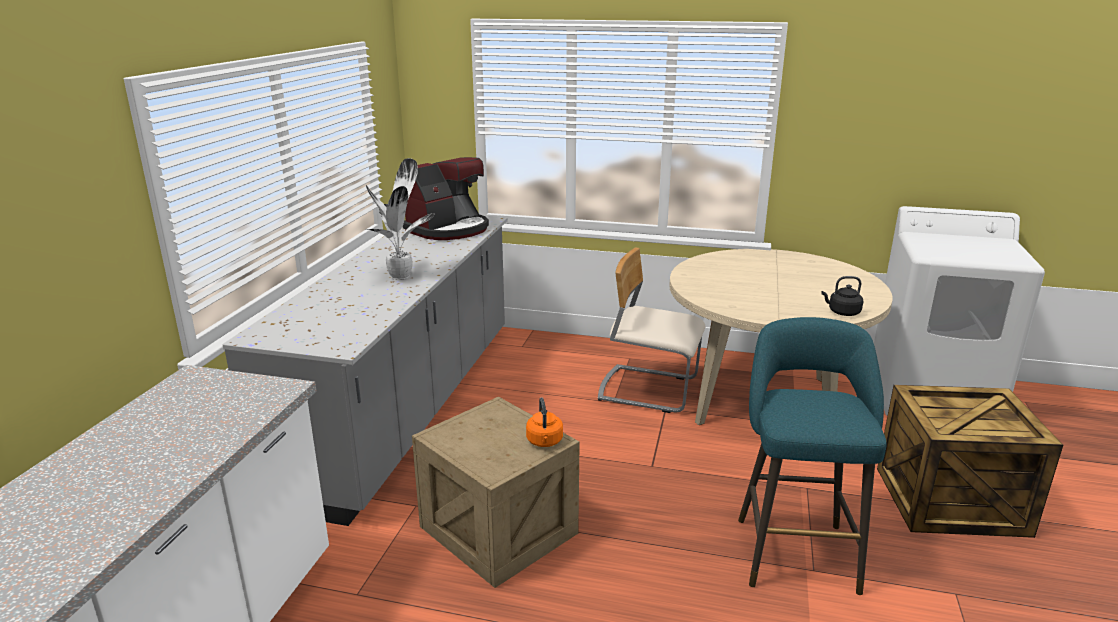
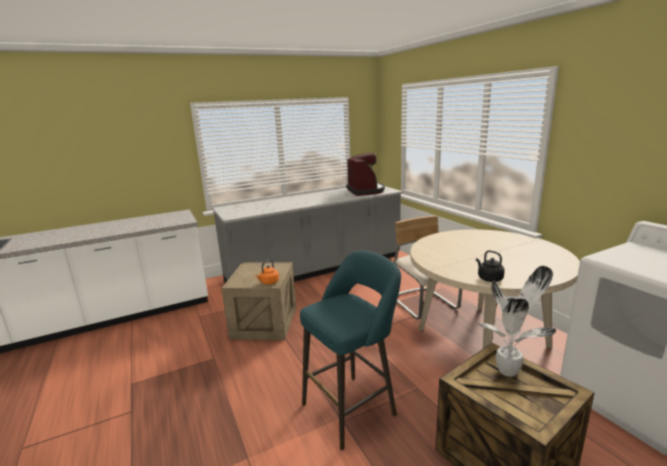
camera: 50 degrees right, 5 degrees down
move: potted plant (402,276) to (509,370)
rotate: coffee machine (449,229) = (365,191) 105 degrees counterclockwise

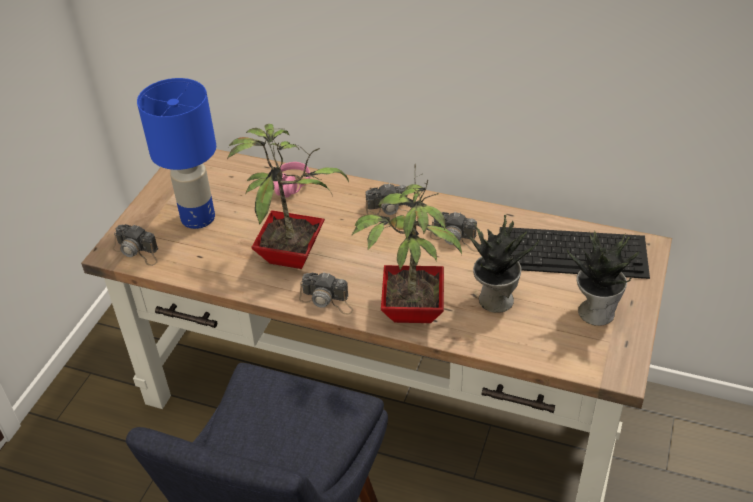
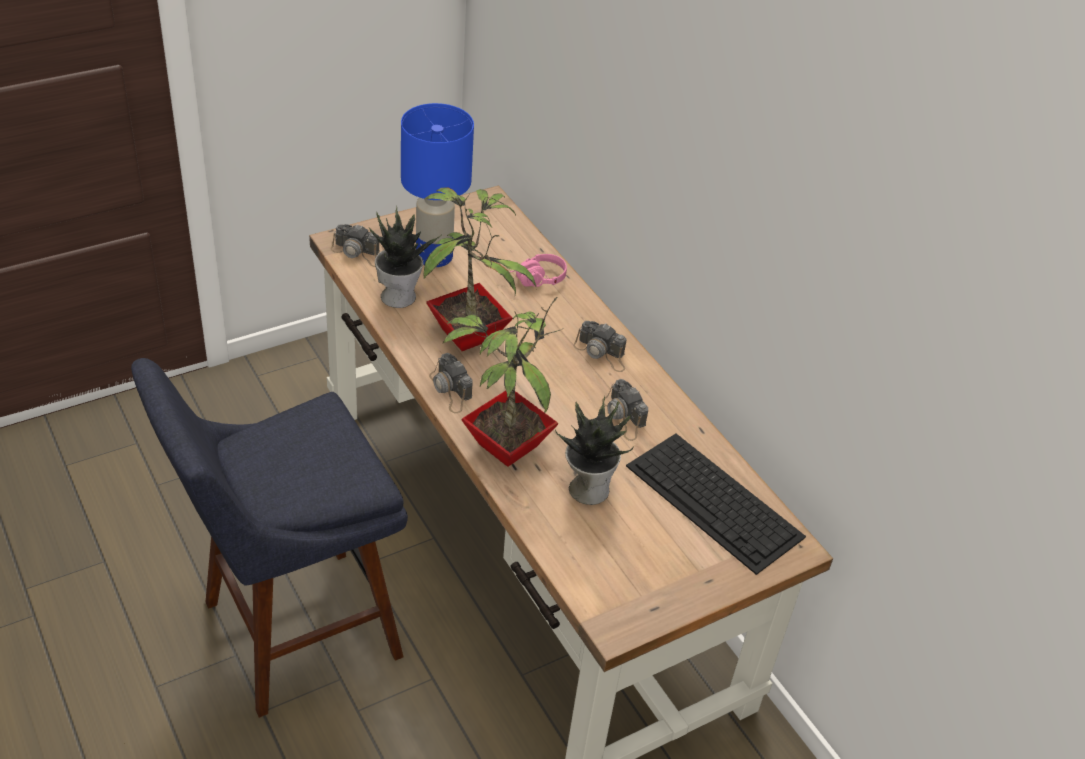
camera: 35 degrees right, 0 degrees up
move: potted plant (595,311) to (399,295)
rotate: photo camera (137,251) = (358,253) 45 degrees counterclockwise

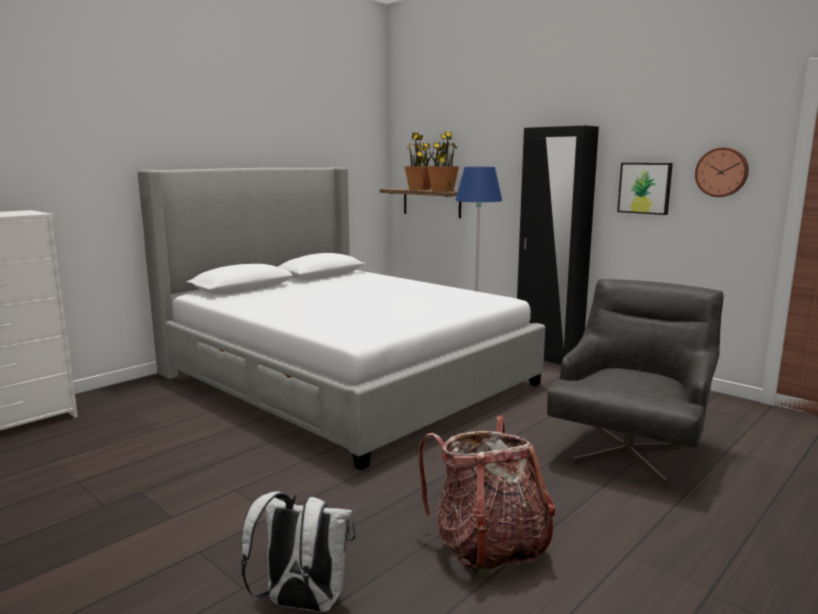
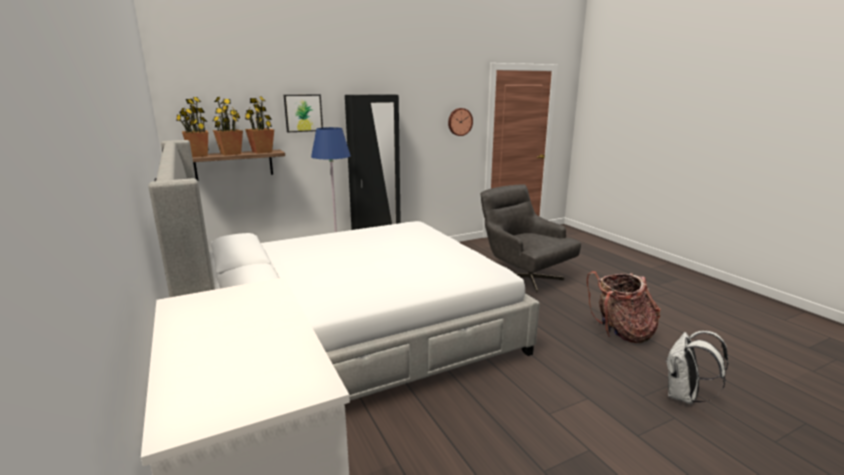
camera: 70 degrees left, 5 degrees up
insert: potted plant (198,155)
move: picture (645,188) to (303,113)

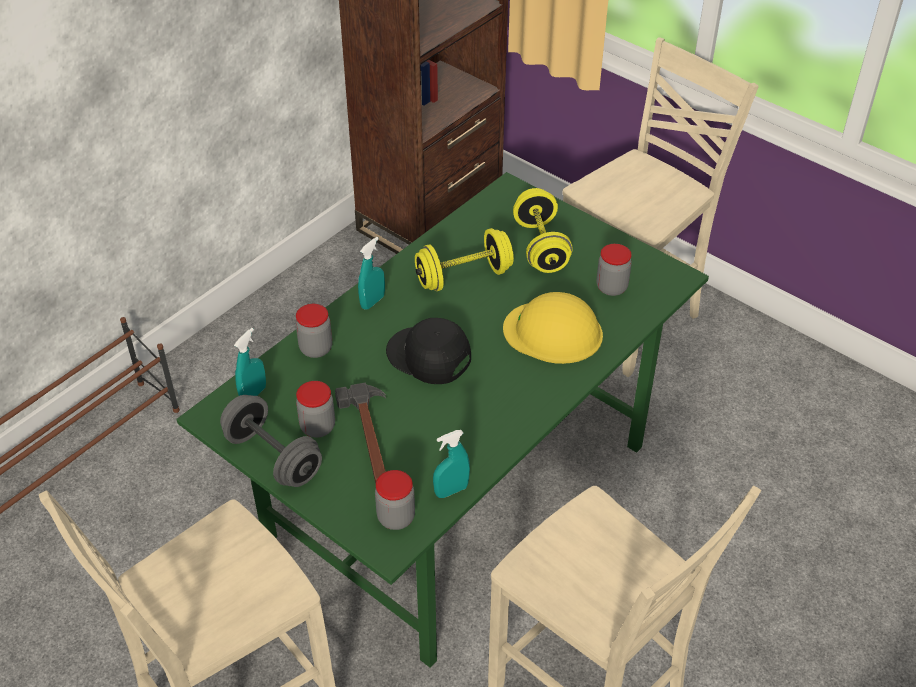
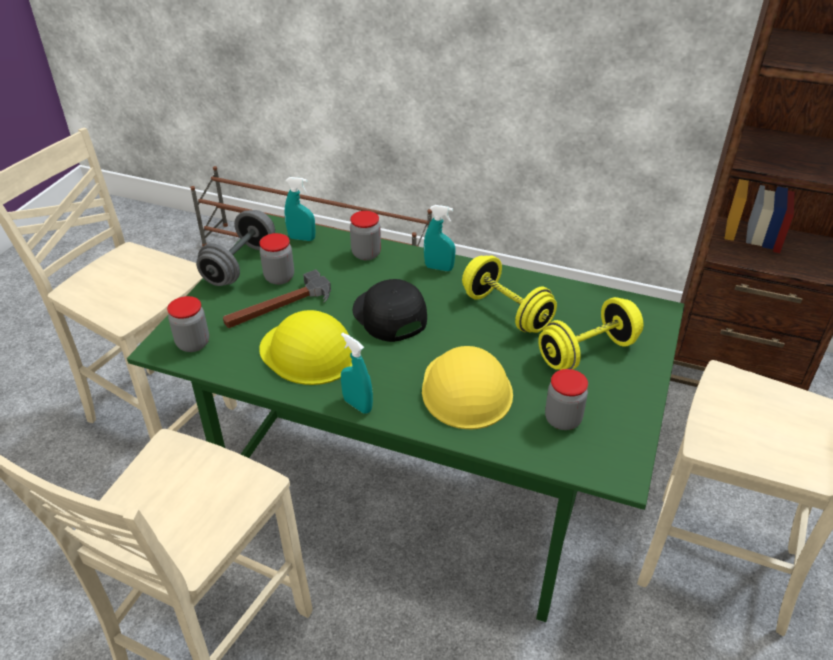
camera: 70 degrees right, 5 degrees down
insert: yellow hard hat (309,352)
move: turquoise spray bottle (451,490) to (357,405)
rotate: black cap (428,356) = (388,315) 45 degrees counterclockwise

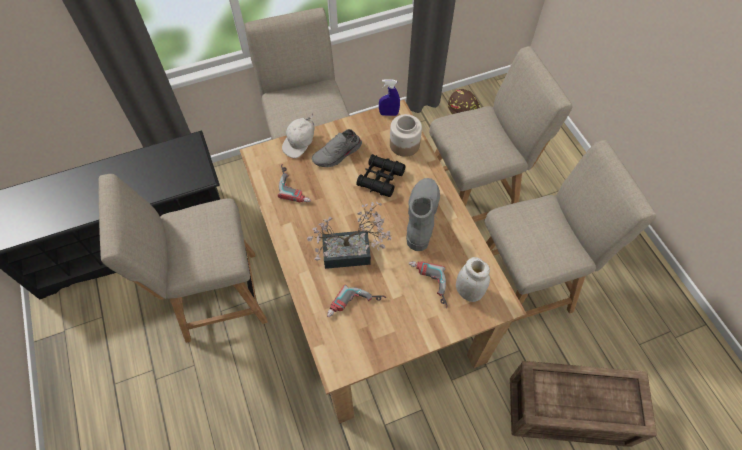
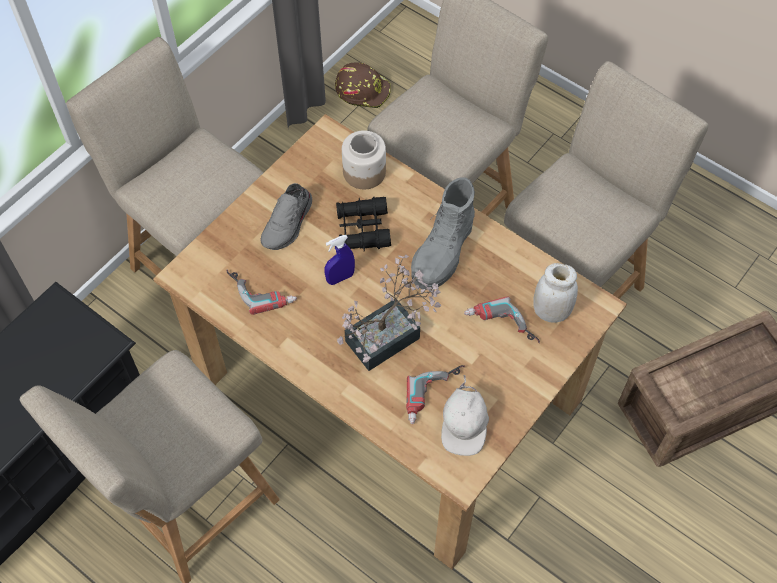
camera: 30 degrees left, 0 degrees up
move: blue spray bottle (388,114) to (340,278); white cap (300,143) to (464,426)
rotate: grey boot (421,218) = (443,253) 135 degrees counterclockwise

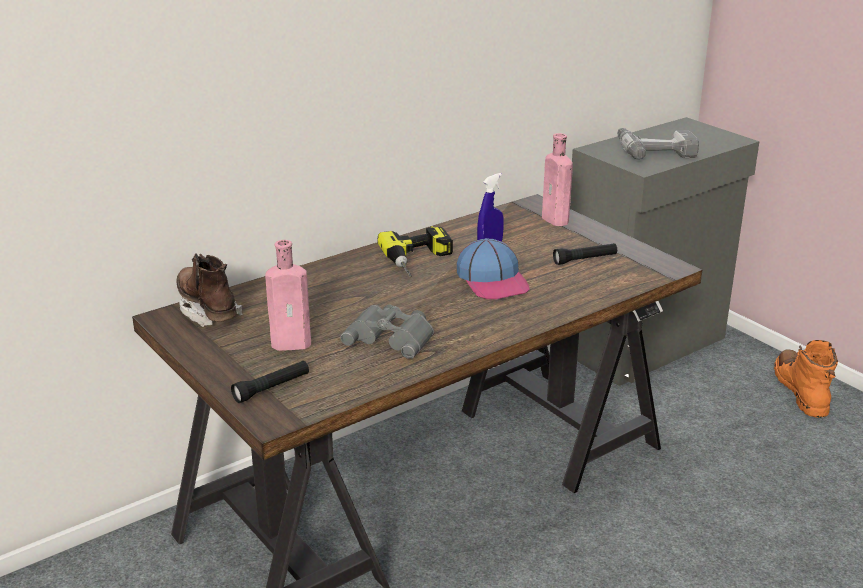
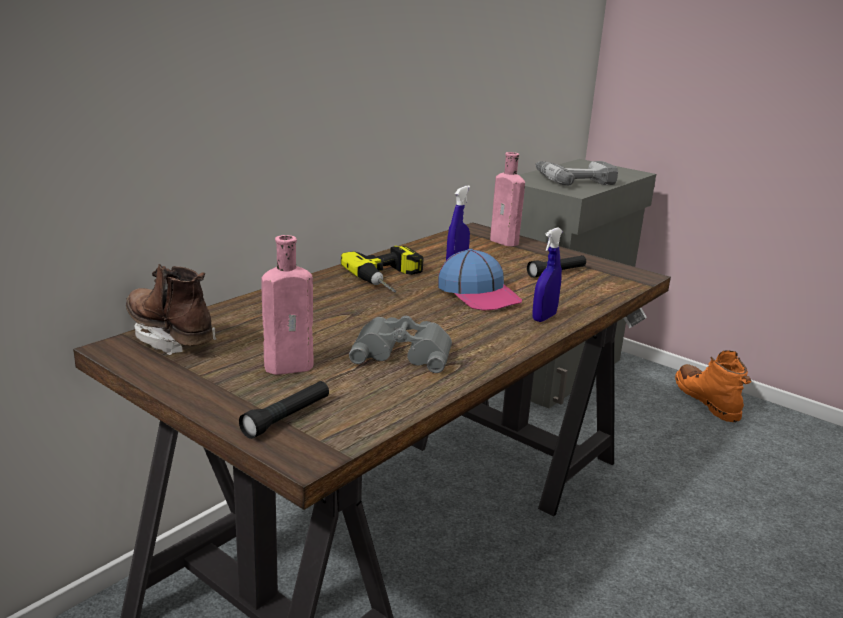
camera: 15 degrees left, 5 degrees down
insert: blue spray bottle (544,317)

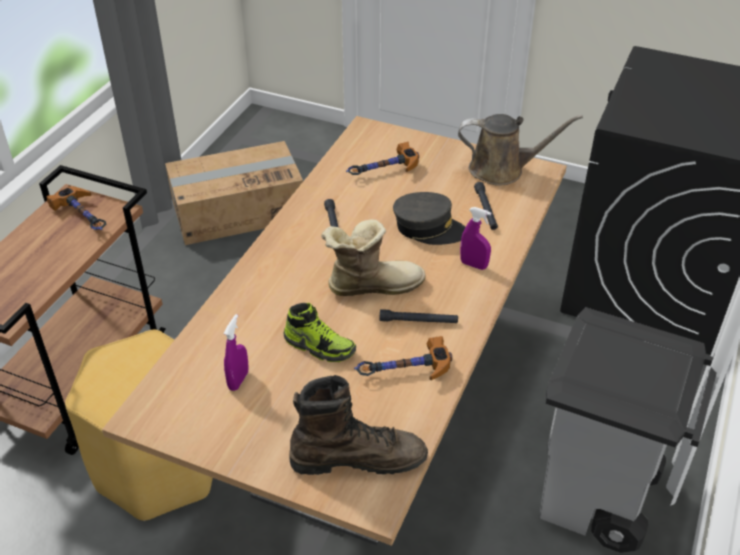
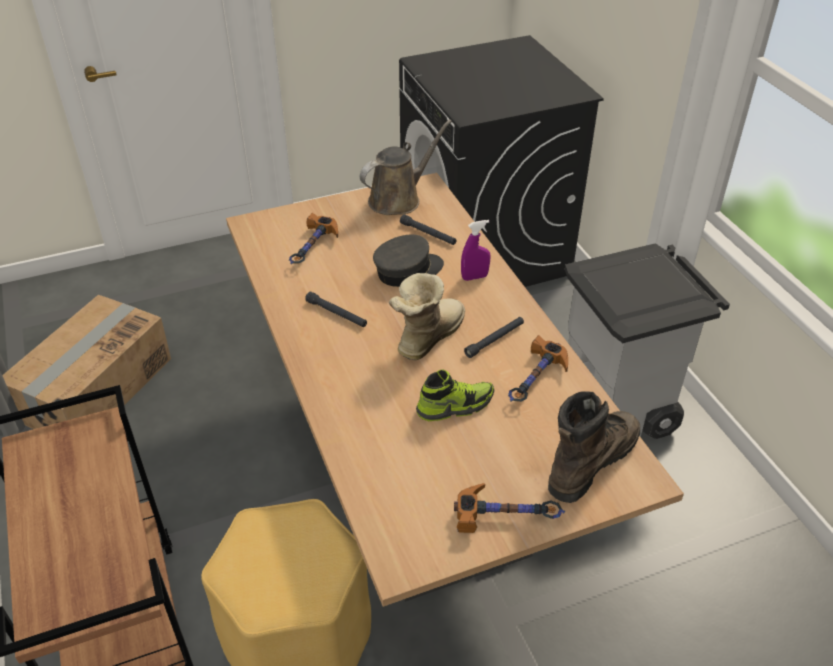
camera: 45 degrees left, 0 degrees up
delete: purple spray bottle (238,380)
move: hammer (85,218) to (508,515)

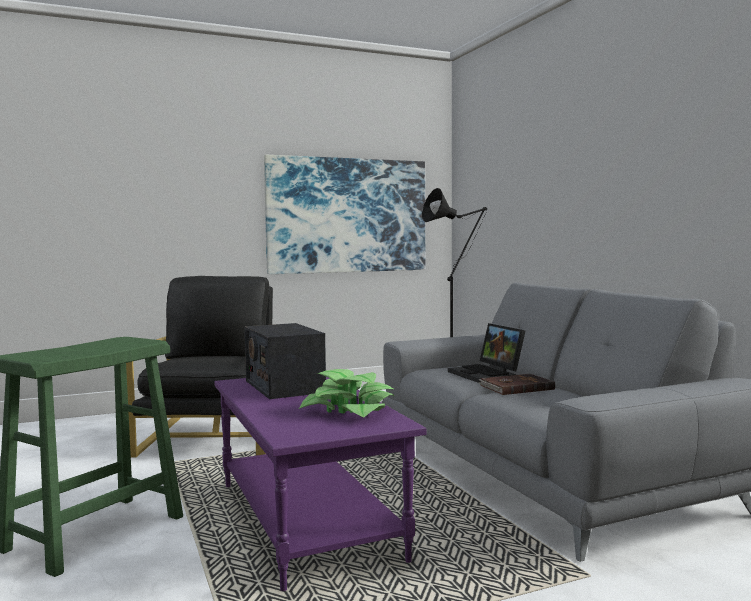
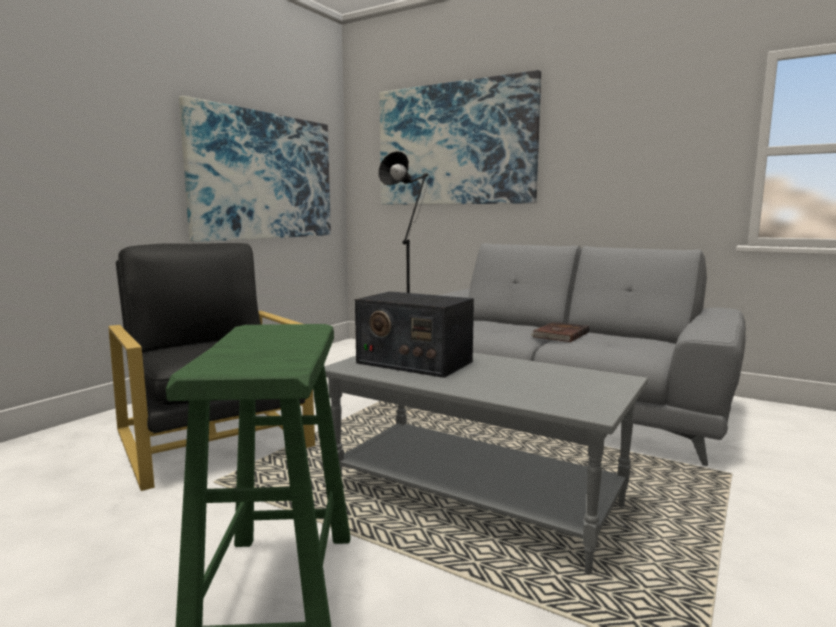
camera: 35 degrees left, 5 degrees up
delete: laptop (488,374); potted plant (349,410)
insert: picture (455,144)
recolor: purple coffee table (308,520) to grey coffee table (477,498)

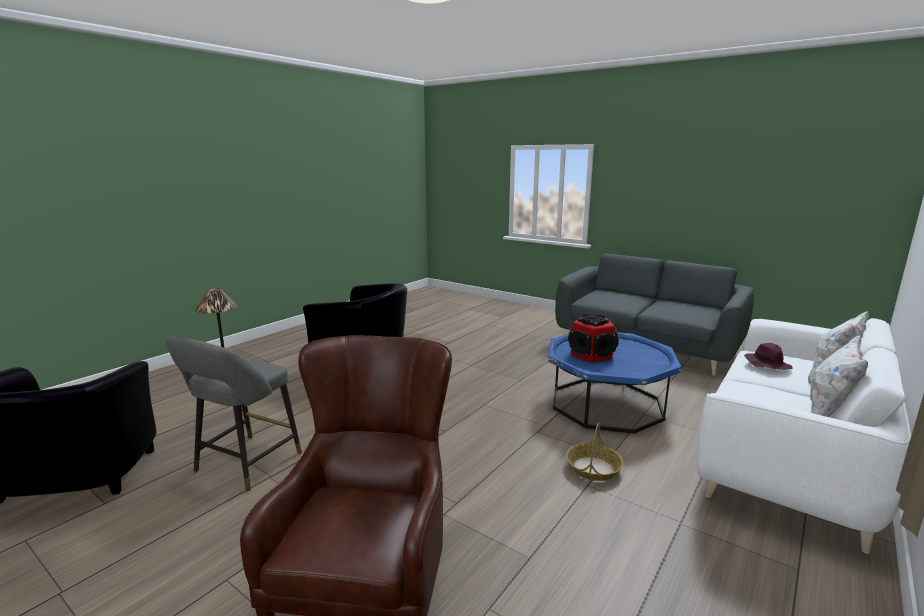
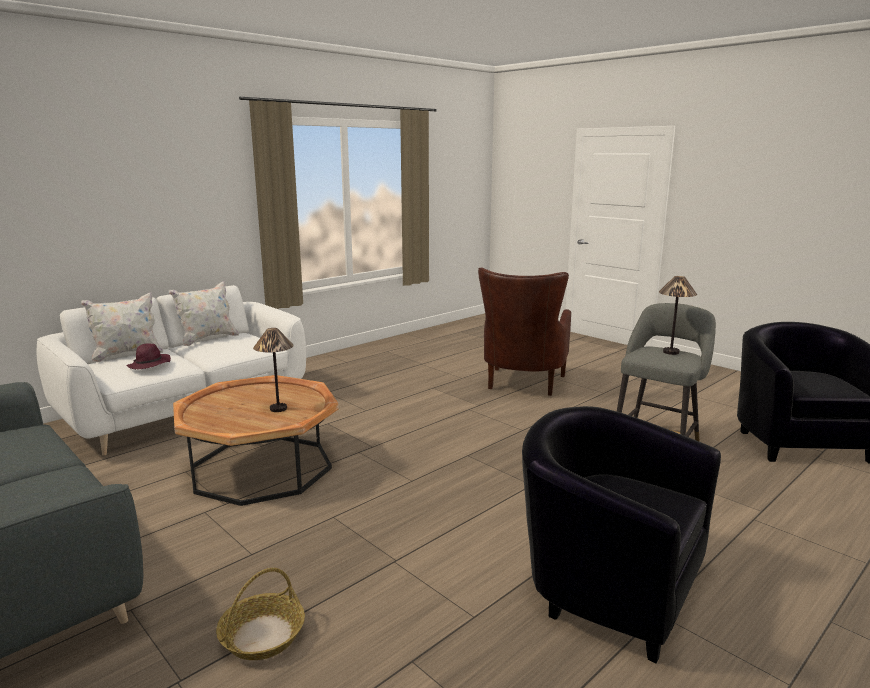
camera: 170 degrees left, 0 degrees up
move: basket (593,468) to (262,635)
replace: speaker (592,355) to table lamp (278,409)
recolor: blue coffee table (606,404) to brown coffee table (261,468)

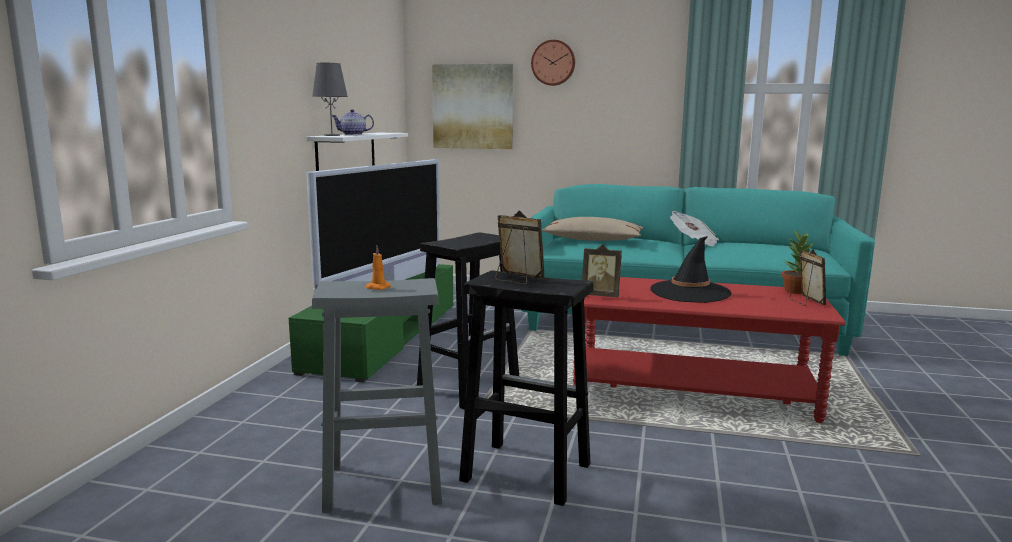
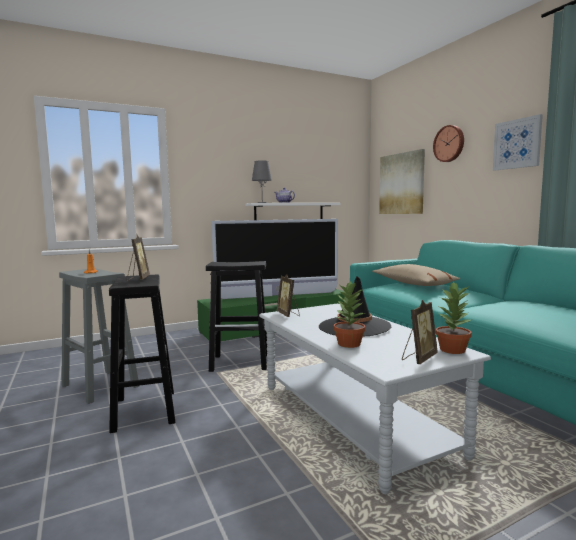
camera: 50 degrees right, 5 degrees down
delete: newspaper (694,242)
insert: picture (517,144); potted plant (348,344)
recolor: red coffee table (693,390) to grey coffee table (353,419)

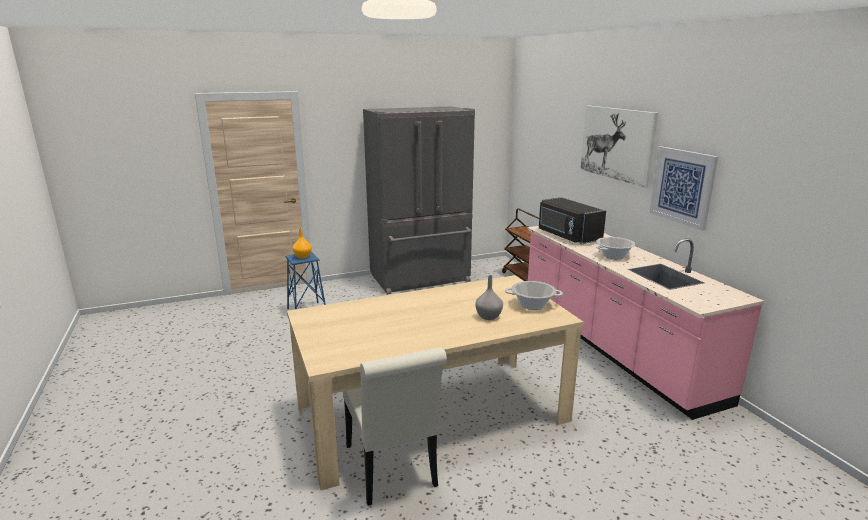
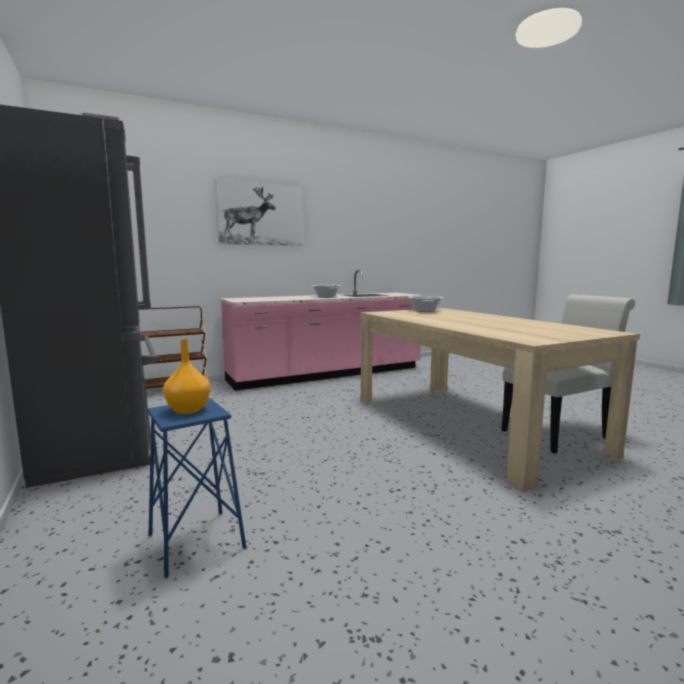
camera: 95 degrees left, 10 degrees down
delete: picture (682,186); black microwave (567,236); grey vase (488,317)

